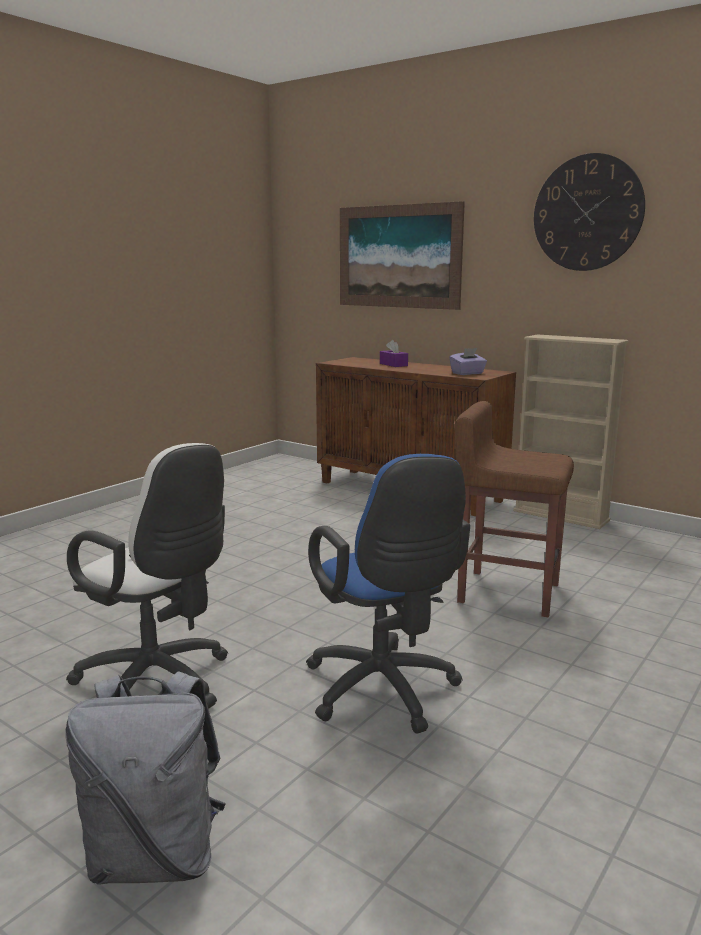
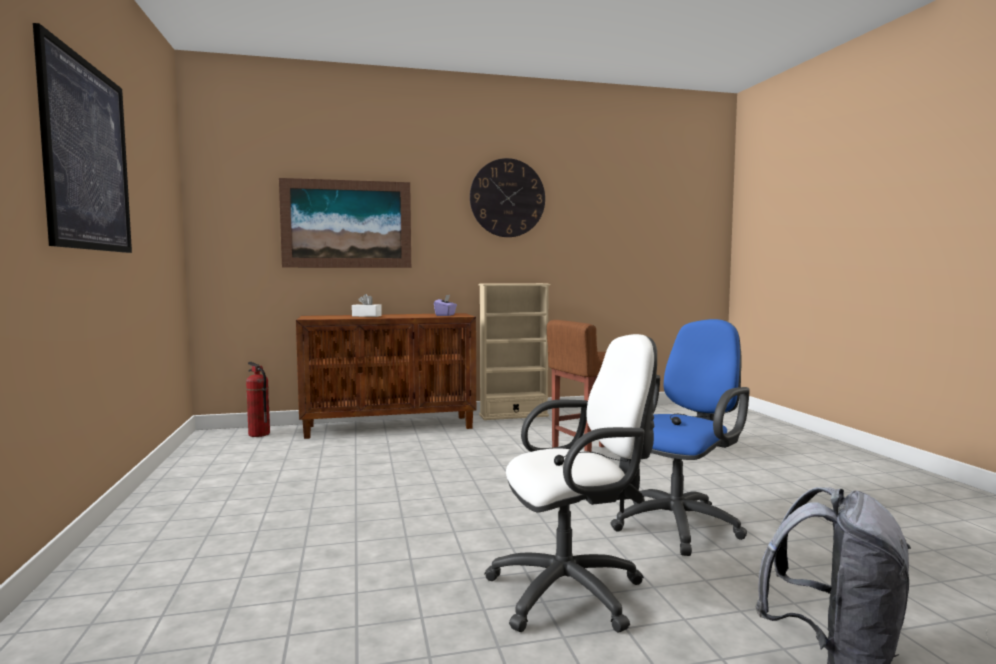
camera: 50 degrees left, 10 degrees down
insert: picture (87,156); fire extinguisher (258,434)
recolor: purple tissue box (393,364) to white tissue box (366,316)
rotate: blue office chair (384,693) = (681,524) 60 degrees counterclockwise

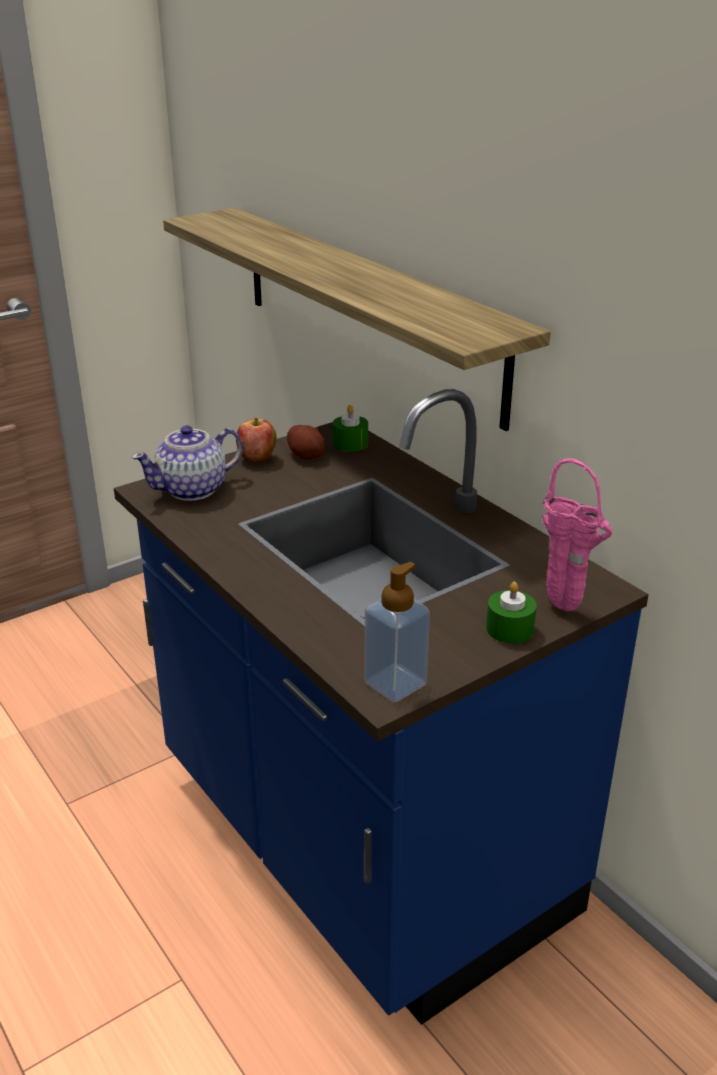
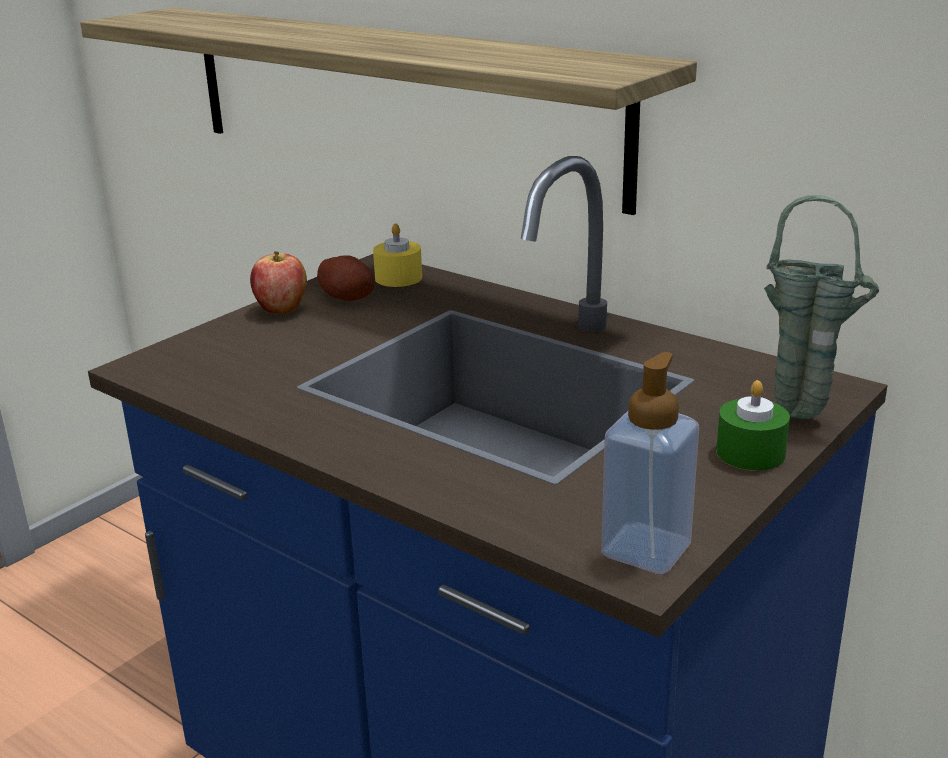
camera: 15 degrees left, 5 degrees down
delete: teapot (193,489)
recolor: green candle (350,443) to yellow candle (398,278); pink vase (566,610) to green vase (805,419)

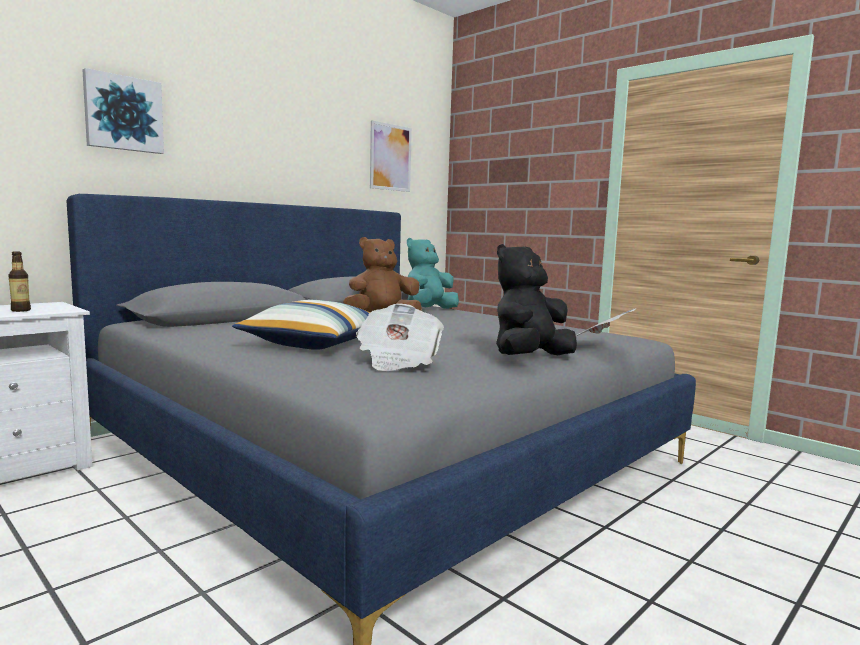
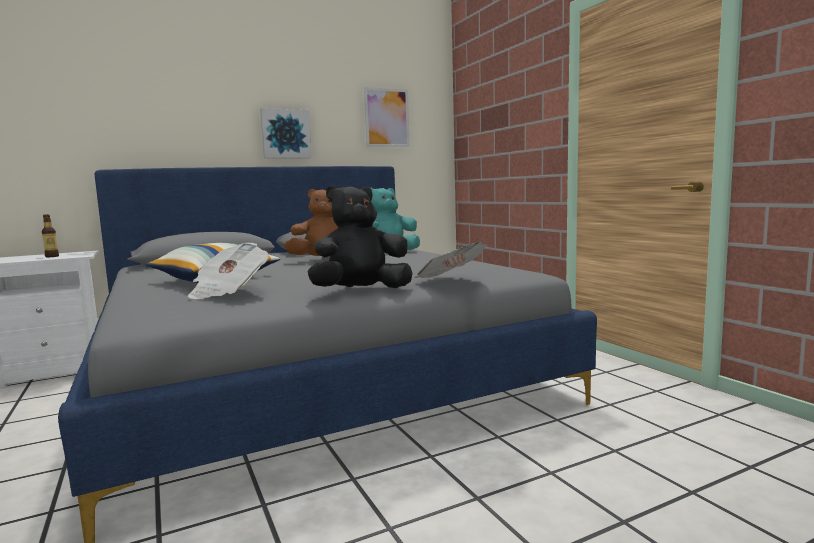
camera: 20 degrees right, 0 degrees up
move: picture (123,113) to (285,134)

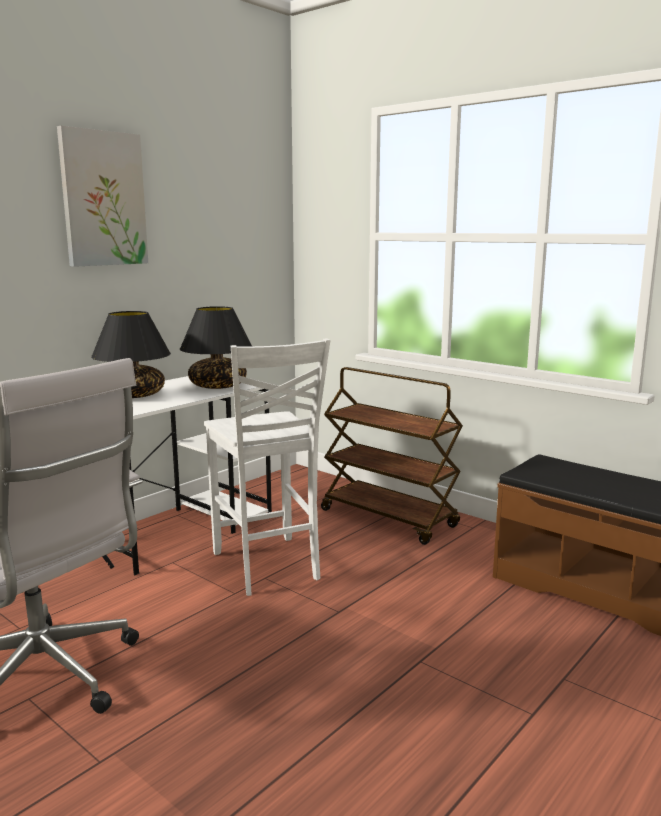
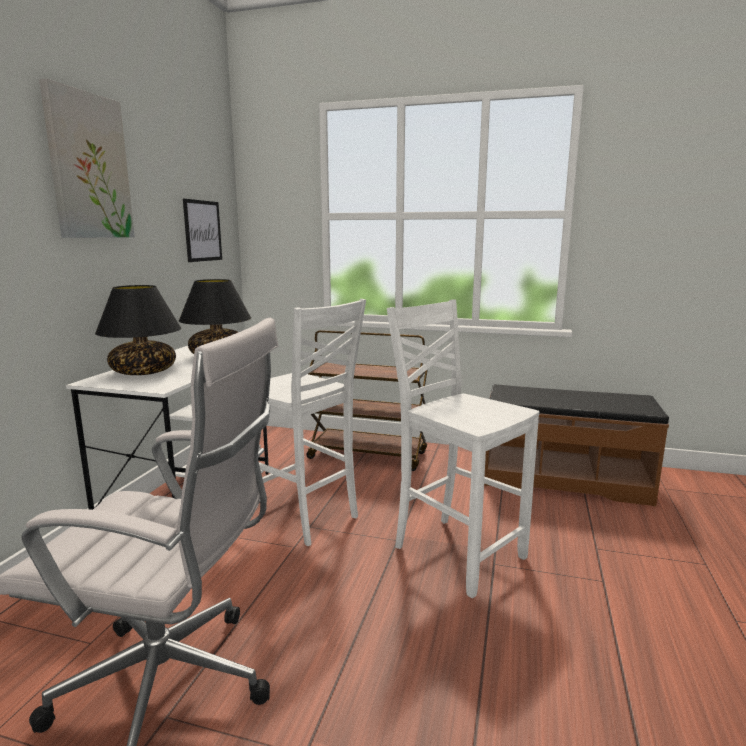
camera: 25 degrees left, 0 degrees up
insert: picture (202,231); white chair (456,552)

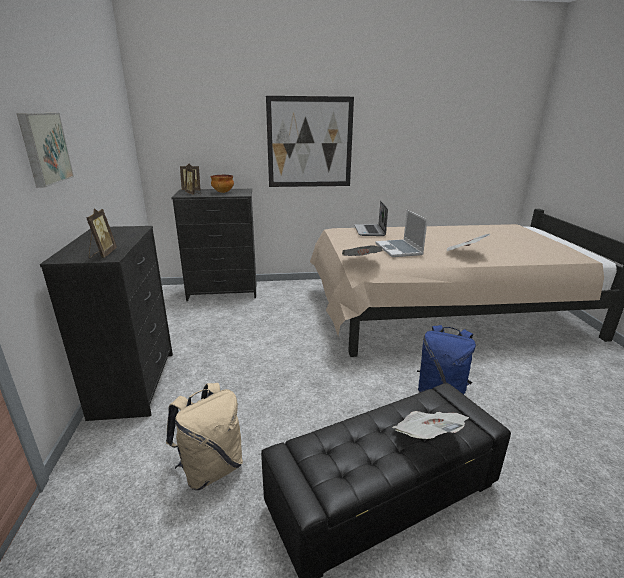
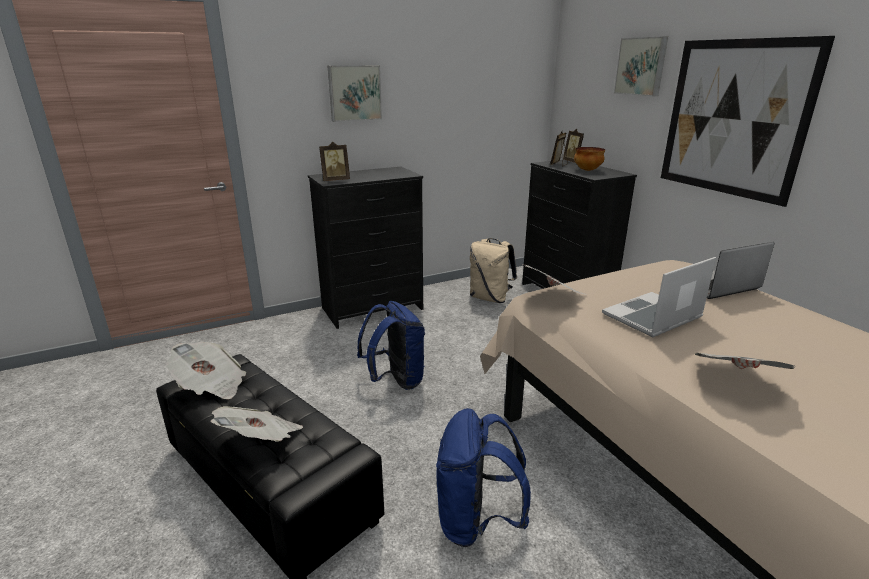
camera: 70 degrees right, 0 degrees up
insert: picture (641,66); blue backpack (396,380); newspaper (211,385)
move: beige backpack (211,468) to (490,298)

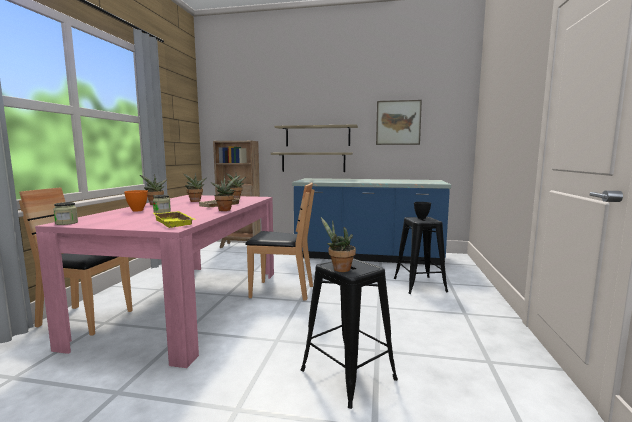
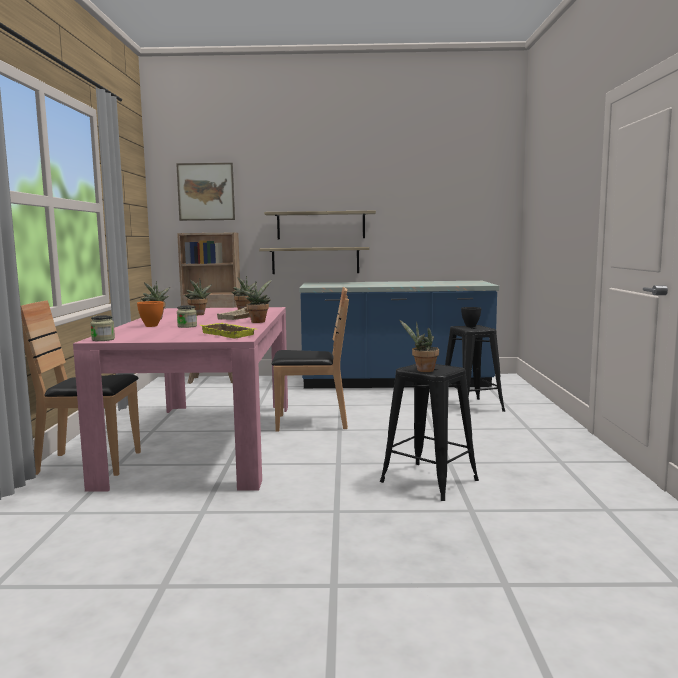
camera: 10 degrees left, 0 degrees up
move: picture (398,122) to (206,191)

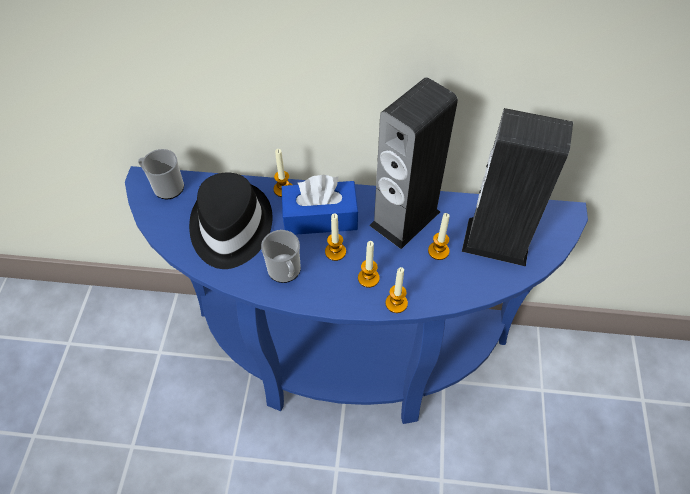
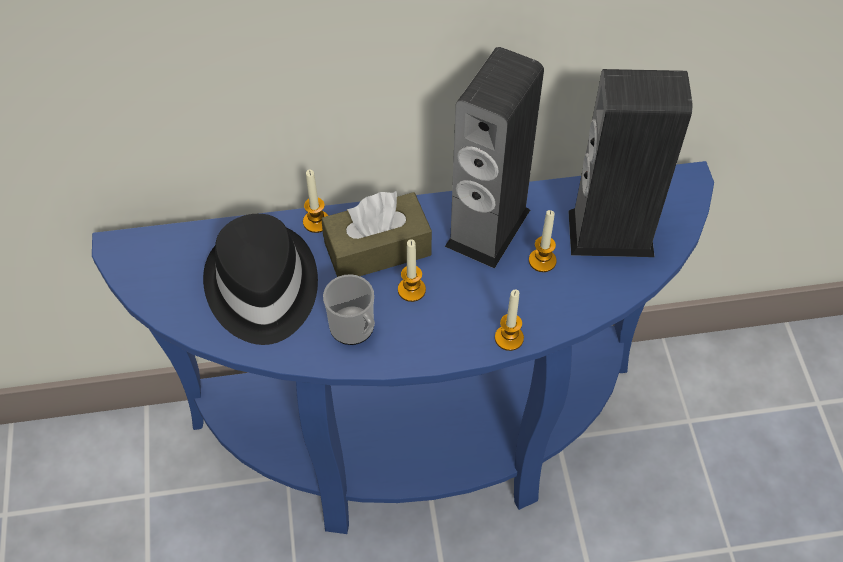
camera: 15 degrees left, 0 degrees up
delete: mug (165,187); candle (368,278)
recolor: blue tissue box (320,217) to brown tissue box (377,249)

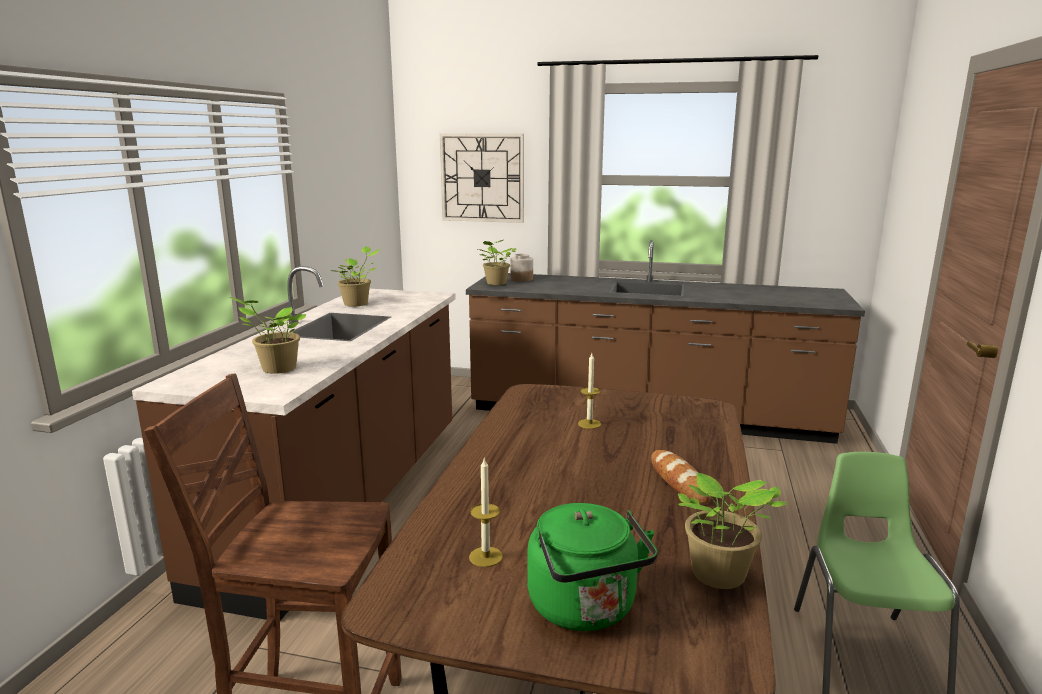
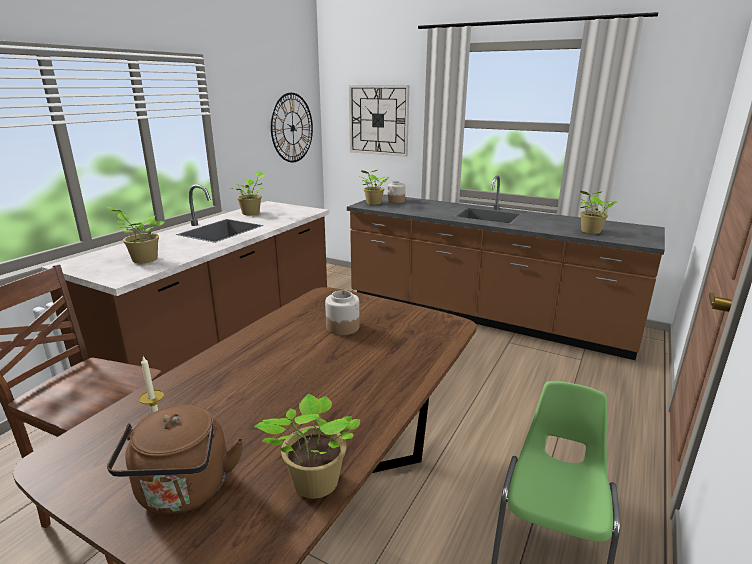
camera: 15 degrees right, 5 degrees up
delete: bread (678,480)
insert: wall clock (292,128); potted plant (589,231)
replace: candle (589,424) to jar (342,327)
recolor: green kettle (586,609) to brown kettle (183,492)

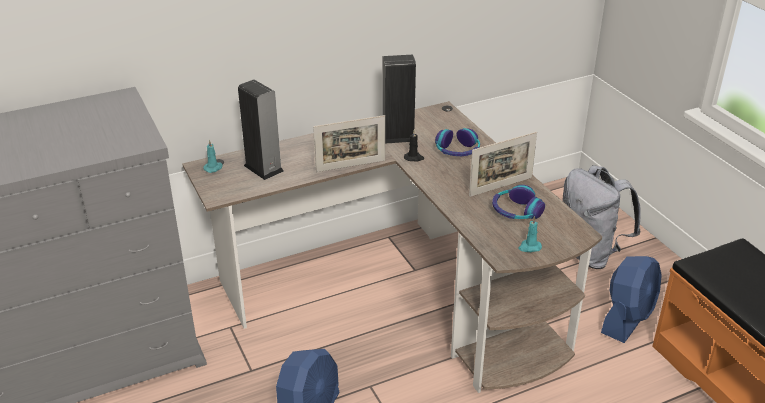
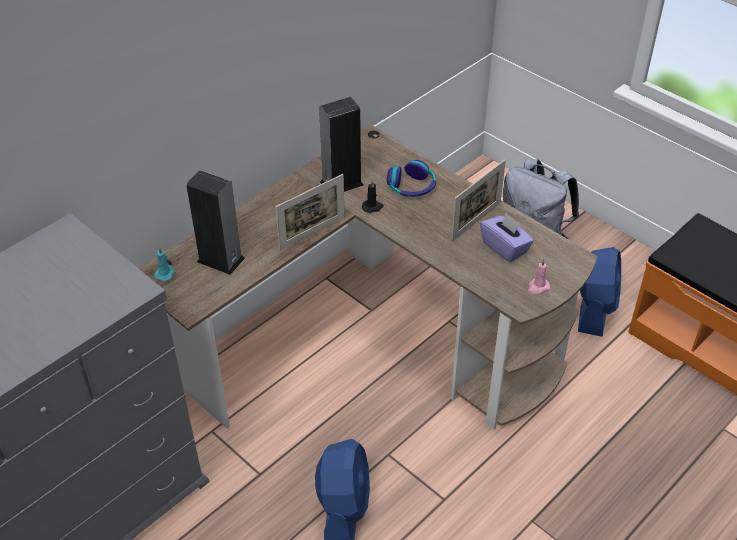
camera: 20 degrees left, 10 degrees up
replace: headphones (516,211) to purple tissue box (505,247)
recolor: turquoise candle (529,247) to pink candle (538,287)

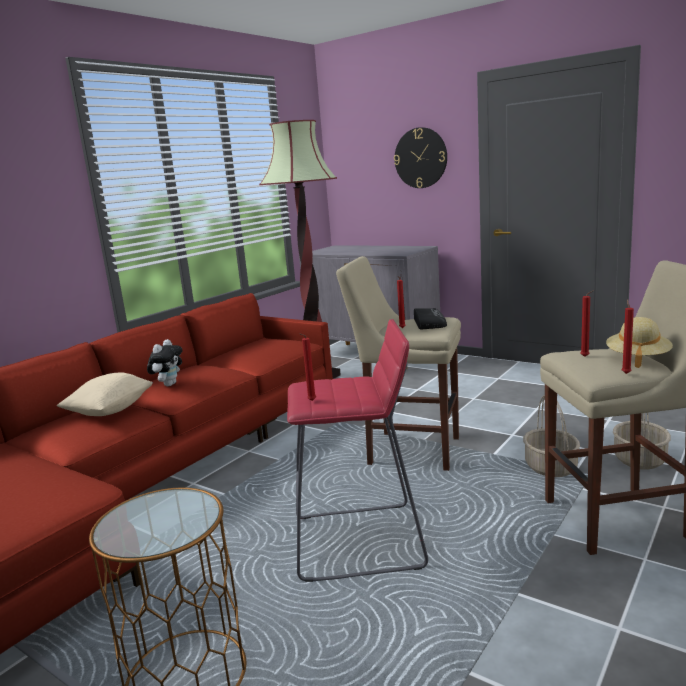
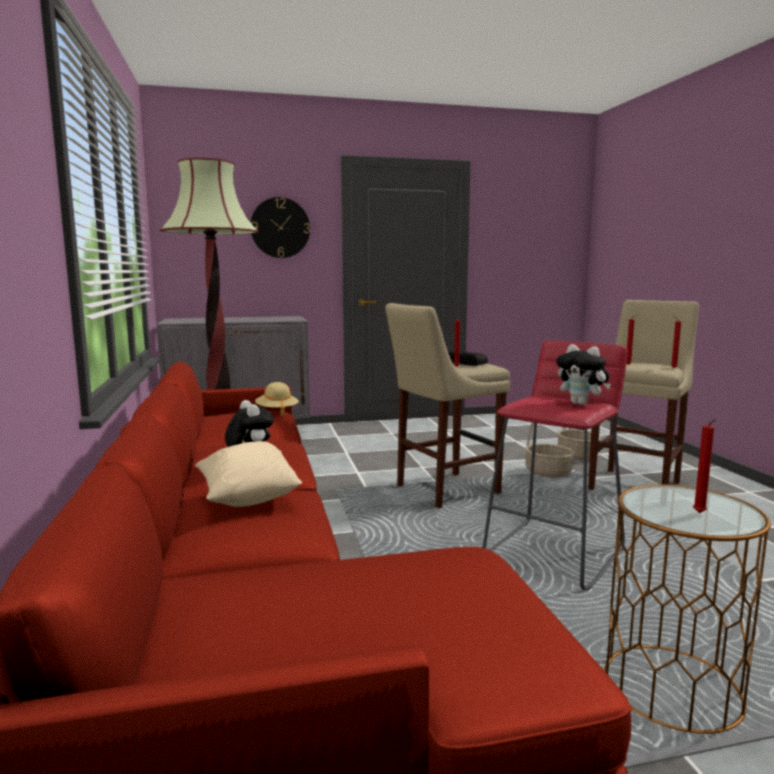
camera: 50 degrees left, 5 degrees down
insert: plush toy (581,403)
move: beige hat (637,358) to (277,411); red candle (310,401) to (700,514)

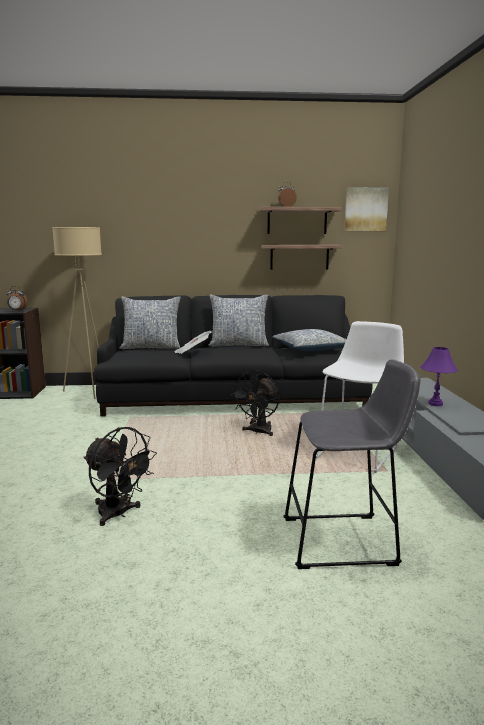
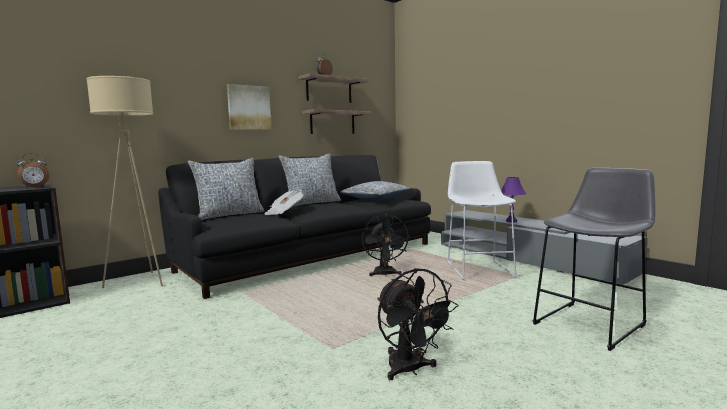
camera: 35 degrees left, 5 degrees down
move: picture (365,209) to (249,107)
rotate: black fan (118,514) = (410,370) 60 degrees clockwise

